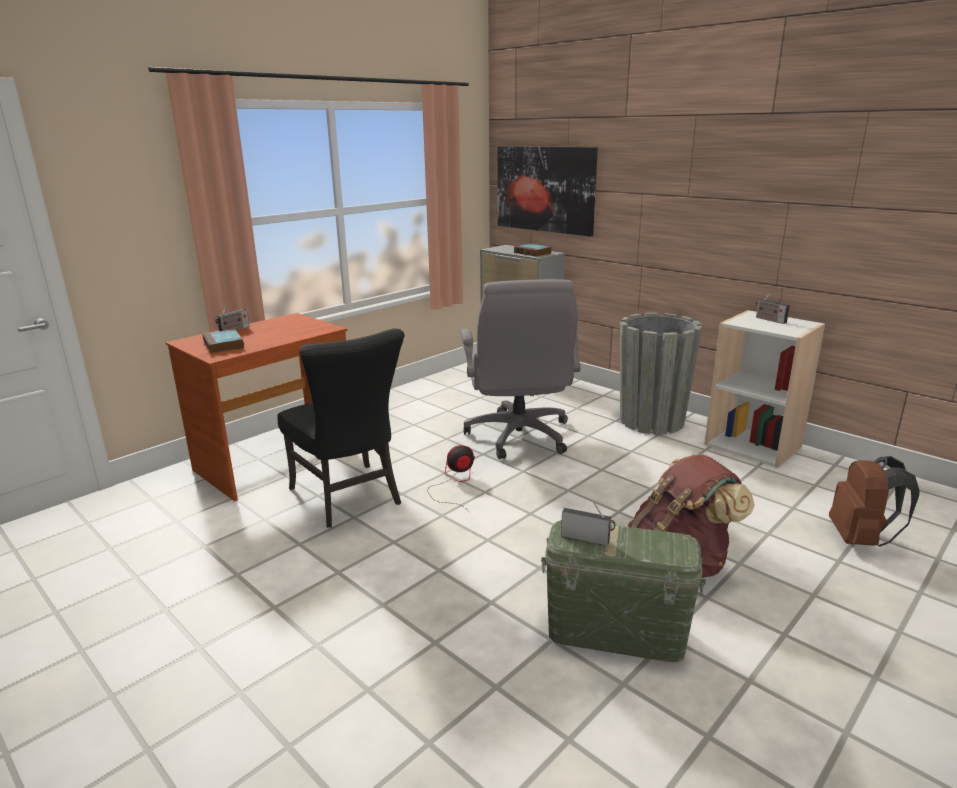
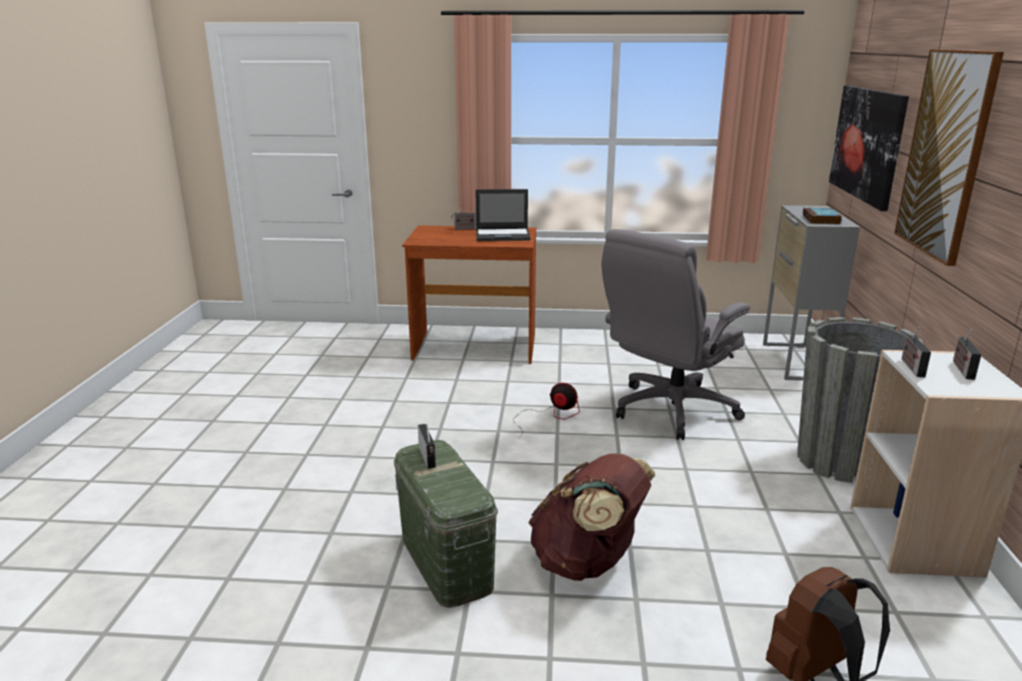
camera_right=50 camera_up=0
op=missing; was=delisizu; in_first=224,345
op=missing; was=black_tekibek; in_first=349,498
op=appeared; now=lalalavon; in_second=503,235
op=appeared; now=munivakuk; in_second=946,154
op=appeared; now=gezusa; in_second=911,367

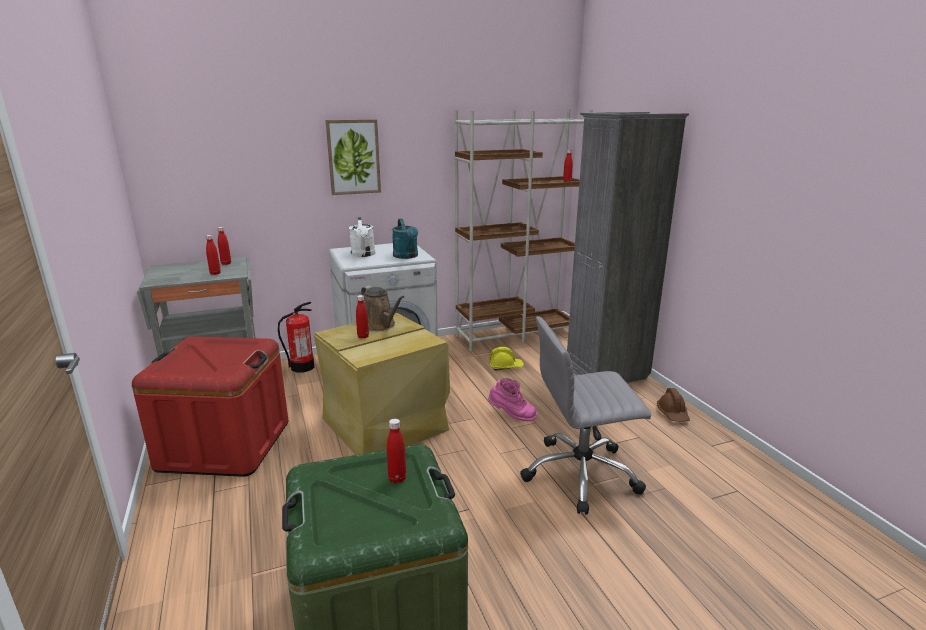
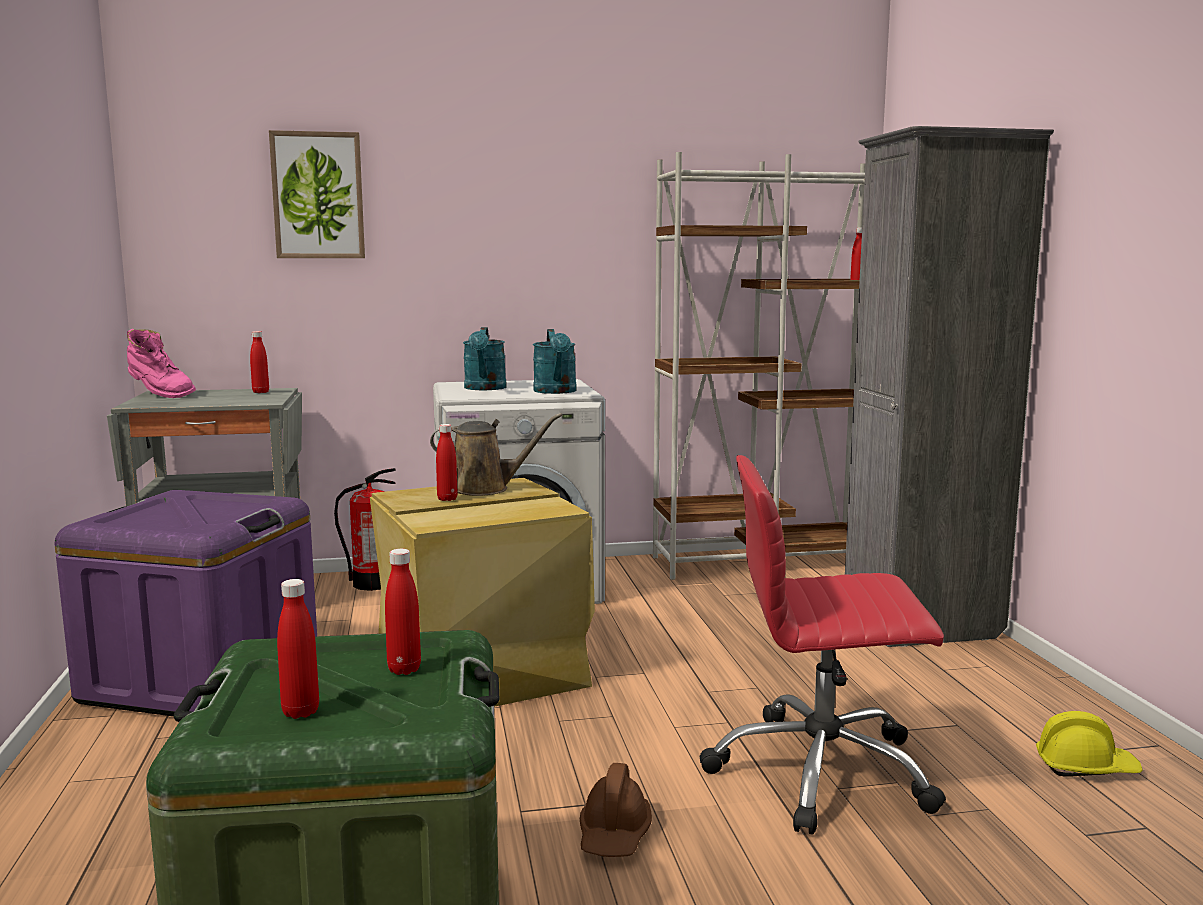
camera_right=10 camera_up=-10
op=colour; was=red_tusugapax; now=purple_tusugapax; in_first=225,445; in_second=202,677
op=relocated; was=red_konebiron; in_first=215,273; in_second=300,712
op=relocated; was=munivakuk; in_first=353,157; in_second=318,196
op=colour; was=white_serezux; now=turquoise_serezux; in_first=363,255; in_second=485,388
op=spun; was=brown_serezux; in_first=380,325; in_second=484,489; clockwise=-60
op=relocated; was=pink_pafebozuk; in_first=511,416; in_second=159,395
op=relocated; was=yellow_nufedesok; in_first=505,366; in_second=1085,767
op=colour; was=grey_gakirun; now=red_gakirun; in_first=580,474; in_second=819,772
op=relocated; was=brown_nufedesok; in_first=673,414; in_second=614,834

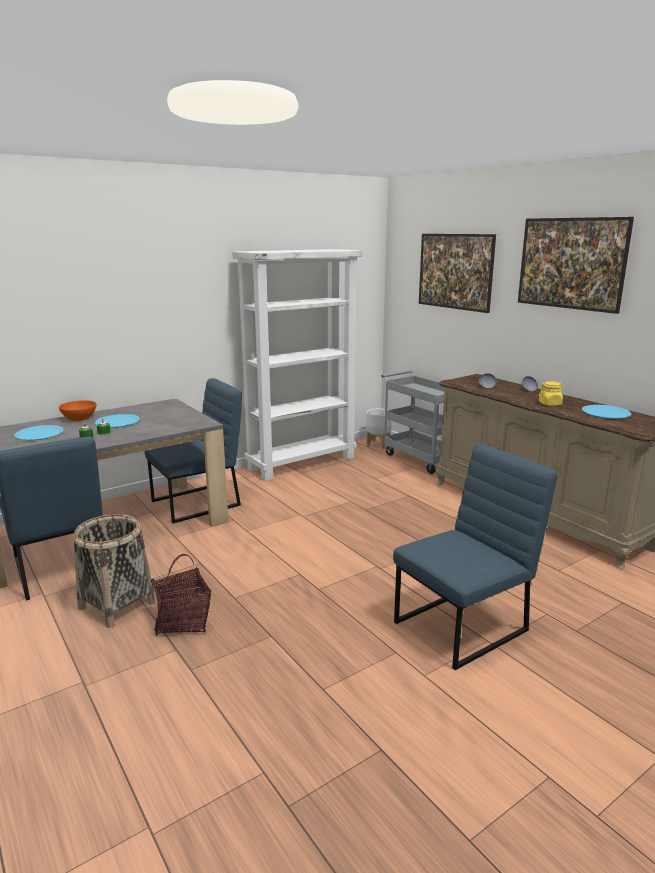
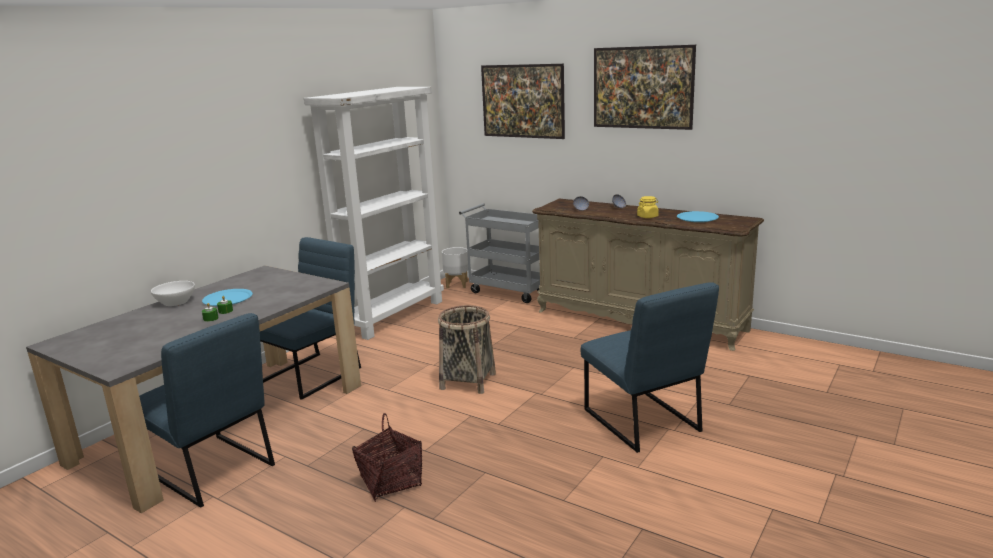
camera_right=-20 camera_up=0
op=missing; was=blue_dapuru; in_first=39,434
op=colour; was=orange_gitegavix; now=white_gitegavix; in_first=79,418; in_second=176,302
op=relocated; was=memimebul; in_first=116,605; in_second=468,381
op=spun; was=blue_tekibek; in_first=464,625; in_second=643,422; clockwise=120

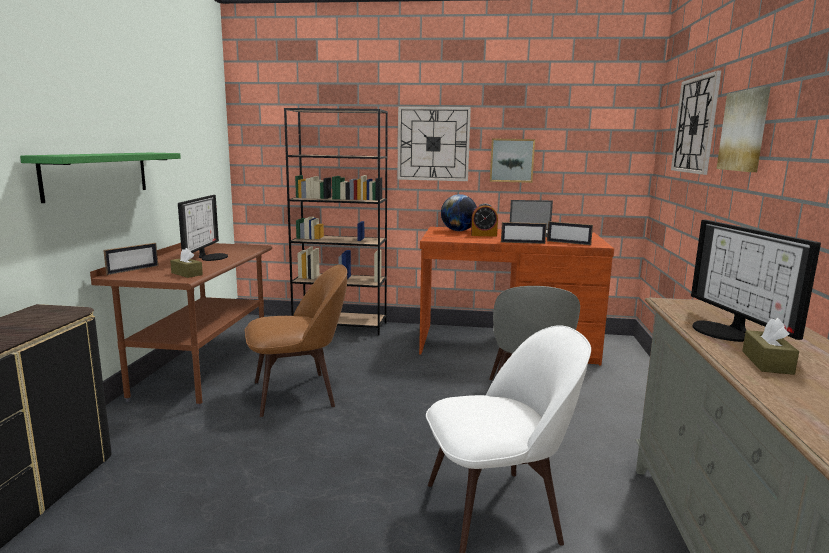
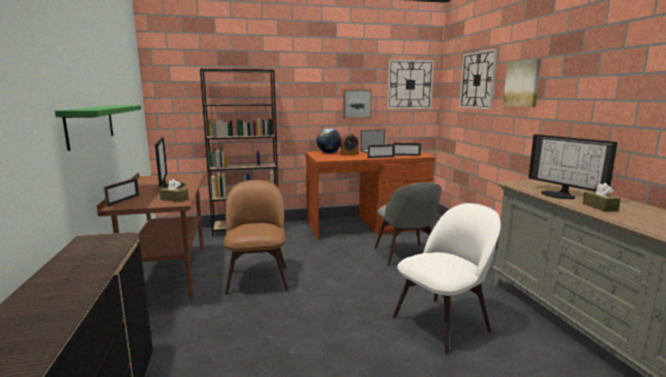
camera_right=-20 camera_up=0
op=spun; was=brown_tekibek; in_first=298,393; in_second=257,278; clockwise=-60
op=relocated; was=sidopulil; in_first=433,144; in_second=410,84

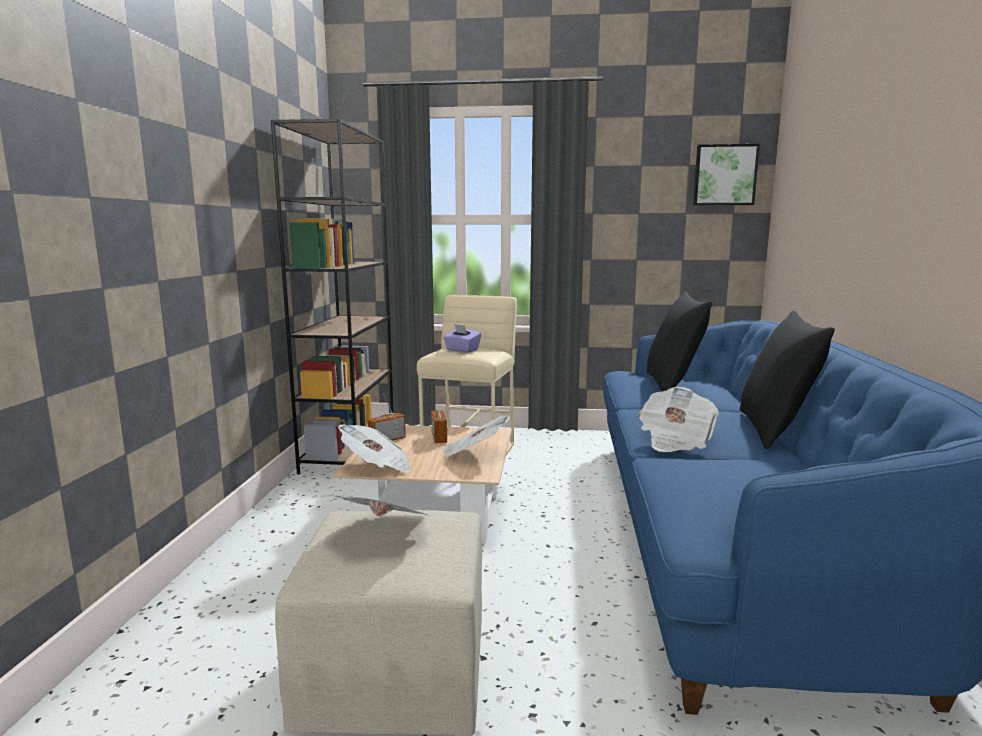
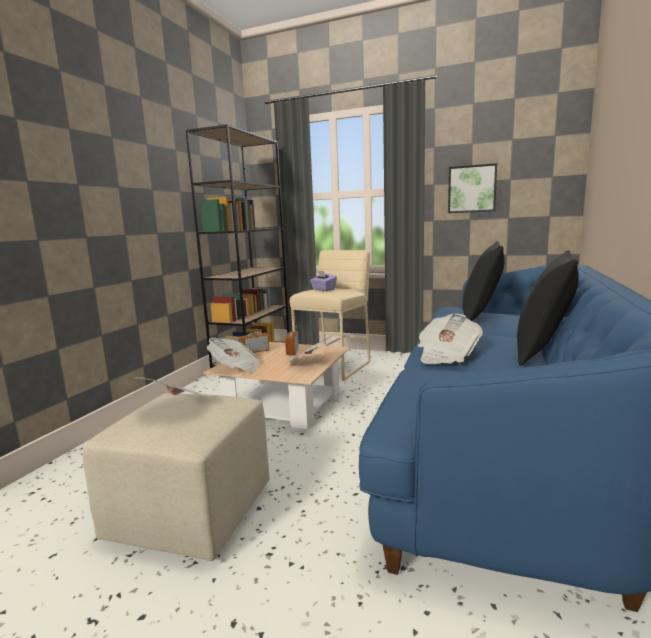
camera_right=15 camera_up=0
op=relocated; was=munivakuk; in_first=724,175; in_second=472,189

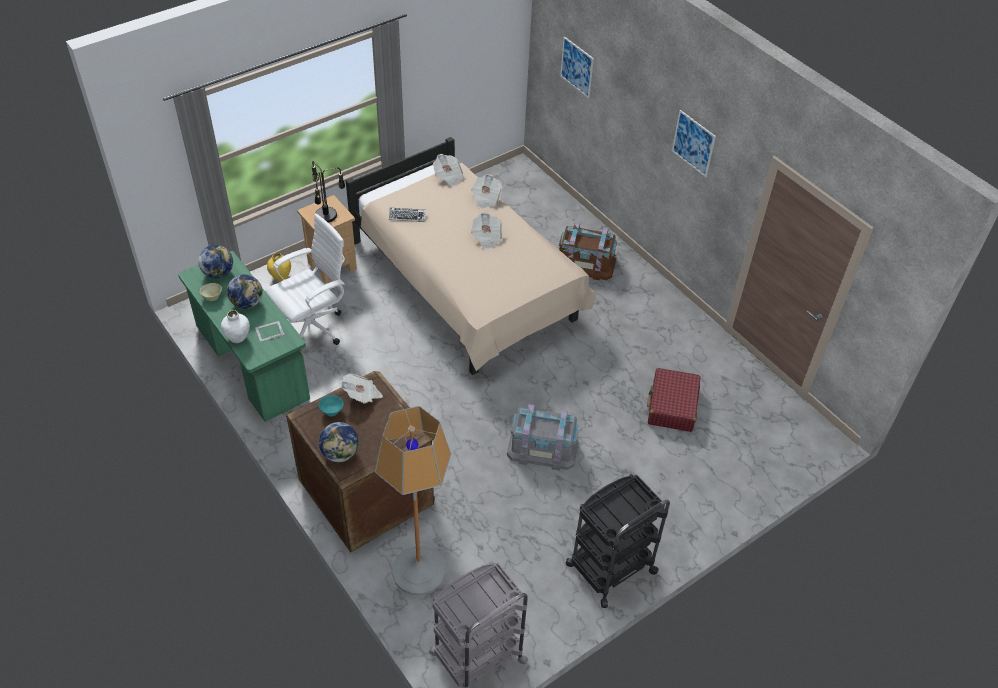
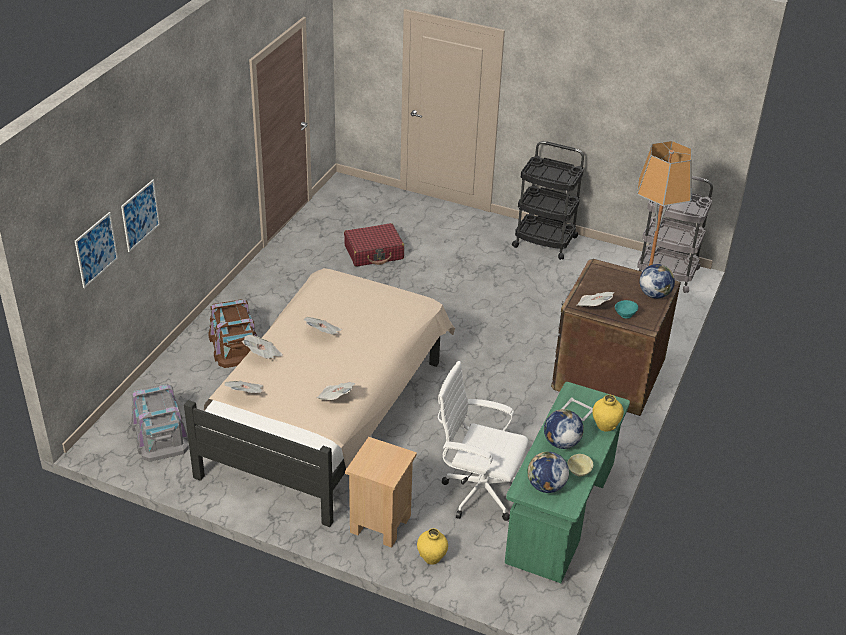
camera_right=-120 camera_up=-10
op=colour; was=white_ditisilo; now=yellow_ditisilo; in_first=238,338; in_second=605,426
op=missing; was=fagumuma; in_first=326,215
op=exchanged; was=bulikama; now=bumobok; in_first=407,216; in_second=335,398
op=relocated; was=grey_tusugapax; in_first=543,447; in_second=159,434
op=relocated; was=munivakuk; in_first=693,143; in_second=140,215

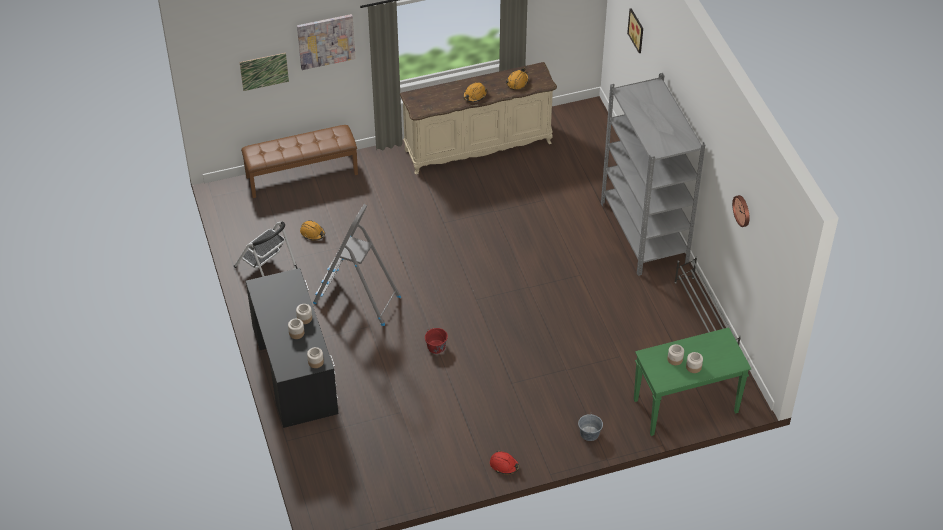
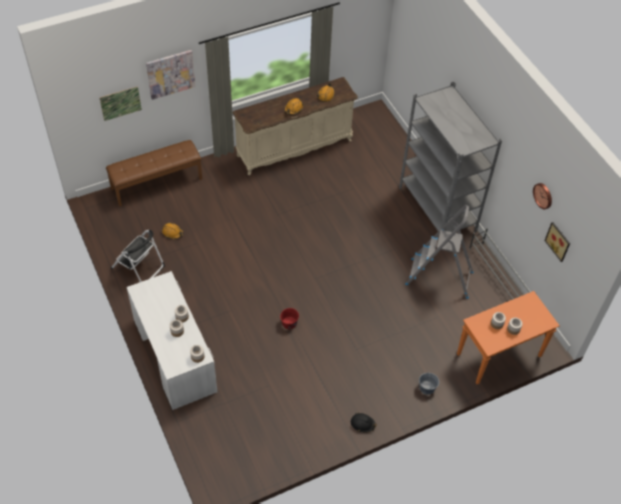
camera_right=-10 camera_up=5
op=colour; was=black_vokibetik; now=white_vokibetik; in_first=295,369; in_second=175,354
op=relocated; was=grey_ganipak; in_first=356,299; in_second=439,278
op=colour; was=red_nufedesok; now=black_nufedesok; in_first=504,465; in_second=362,424
op=relocated; was=munivakuk; in_first=637,30; in_second=558,241
op=colour; was=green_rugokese; now=orange_rugokese; in_first=685,407; in_second=498,356

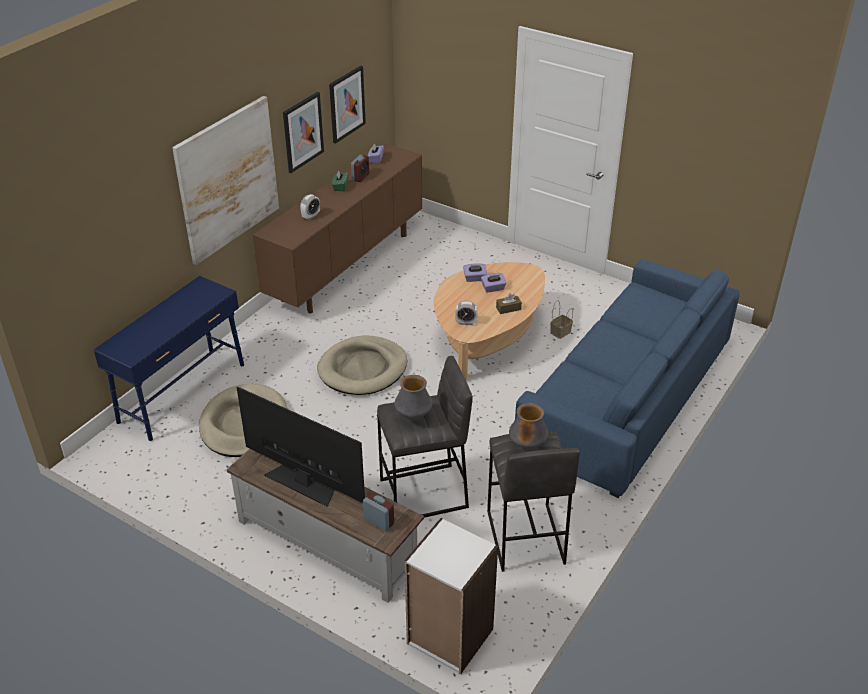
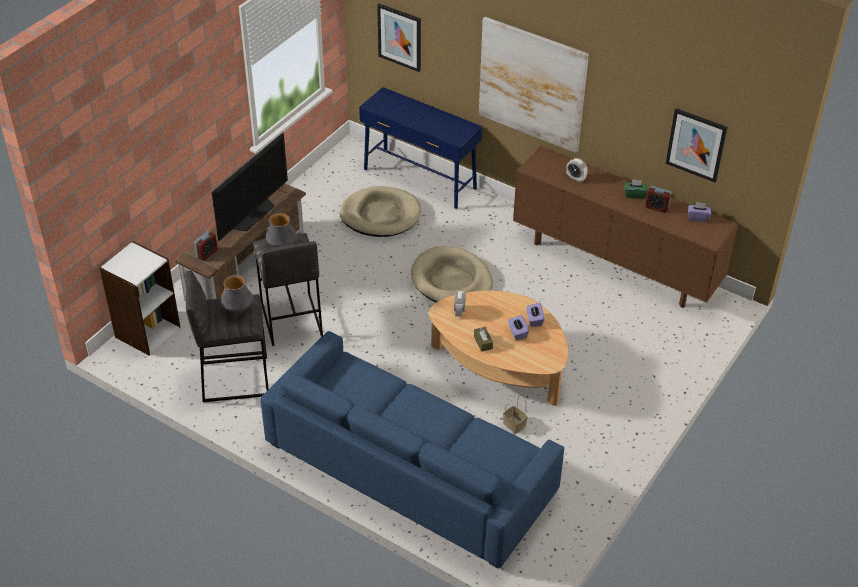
camera_right=90 camera_up=5
op=relocated; was=munivakuk; in_first=302,132; in_second=400,37

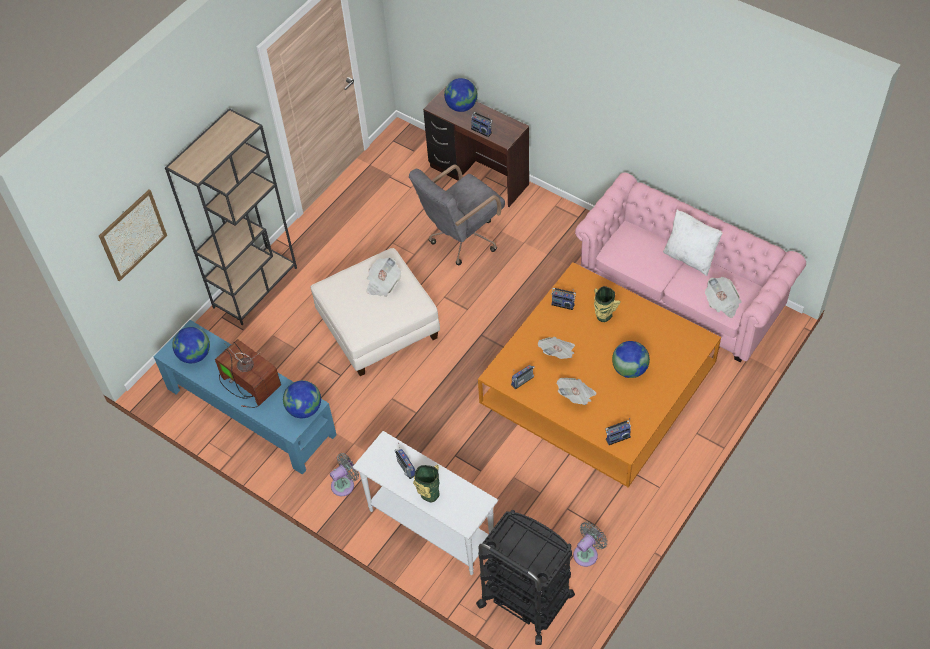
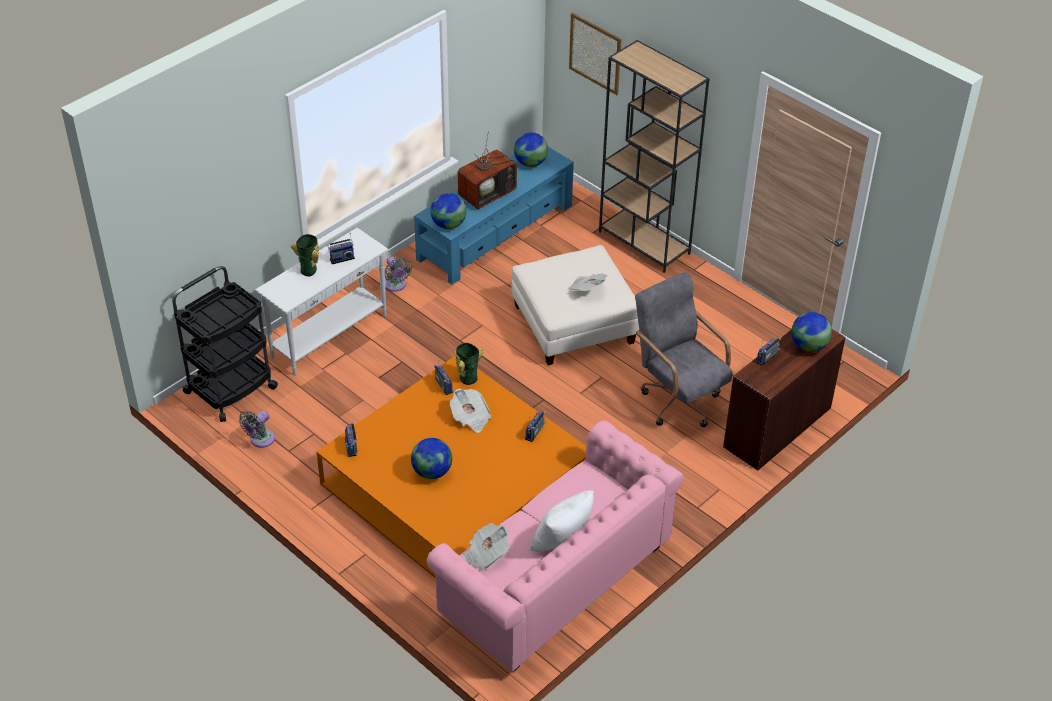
camera_right=95 camera_up=-10
op=missing; was=bumobok; in_first=576,396
op=spun; was=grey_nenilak; in_first=587,553; in_second=260,440; clockwise=75
op=relocated; was=ditisilo; in_first=603,316; in_second=467,377

